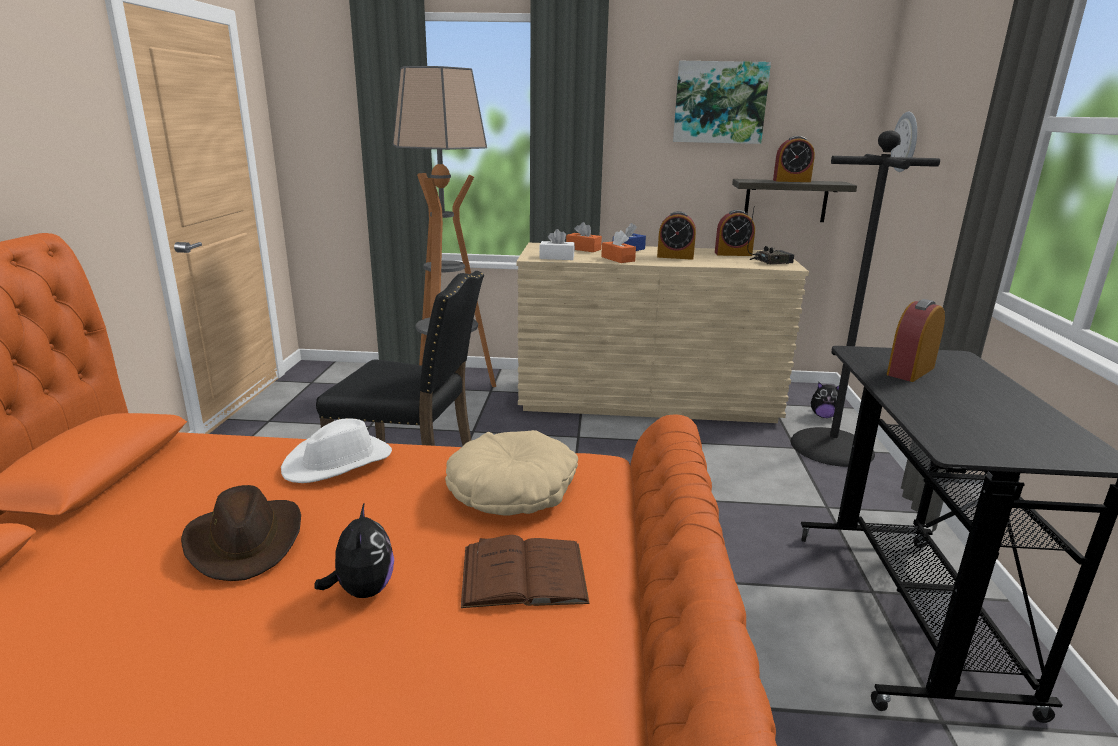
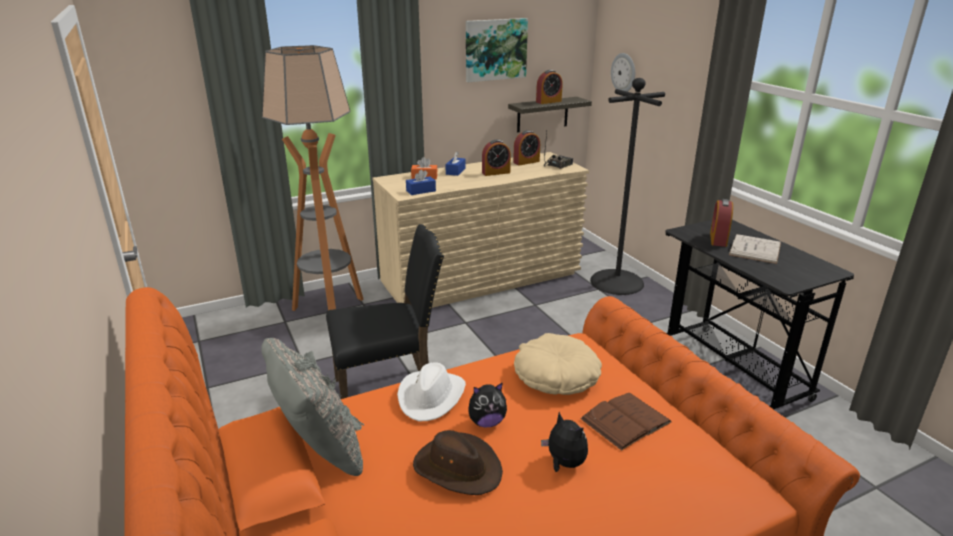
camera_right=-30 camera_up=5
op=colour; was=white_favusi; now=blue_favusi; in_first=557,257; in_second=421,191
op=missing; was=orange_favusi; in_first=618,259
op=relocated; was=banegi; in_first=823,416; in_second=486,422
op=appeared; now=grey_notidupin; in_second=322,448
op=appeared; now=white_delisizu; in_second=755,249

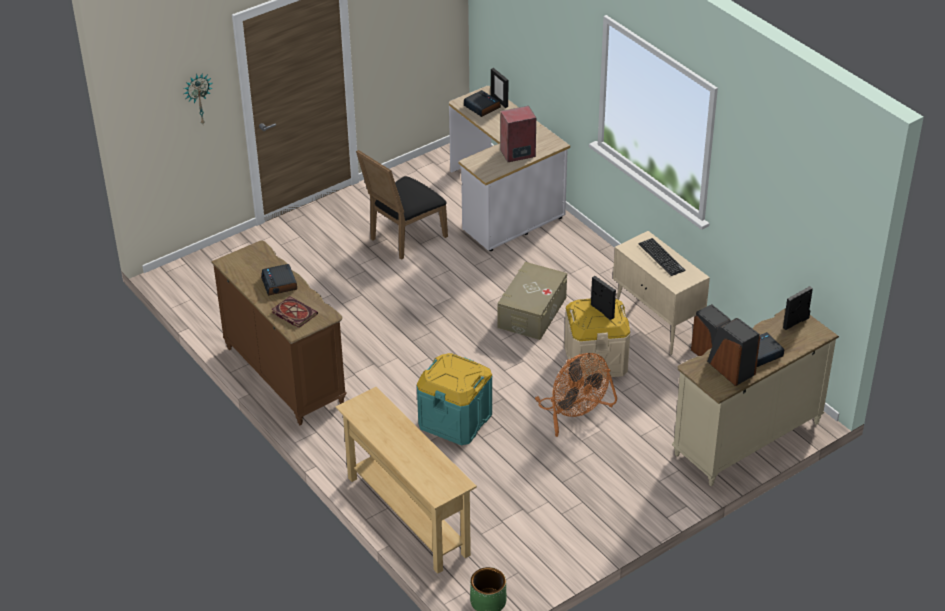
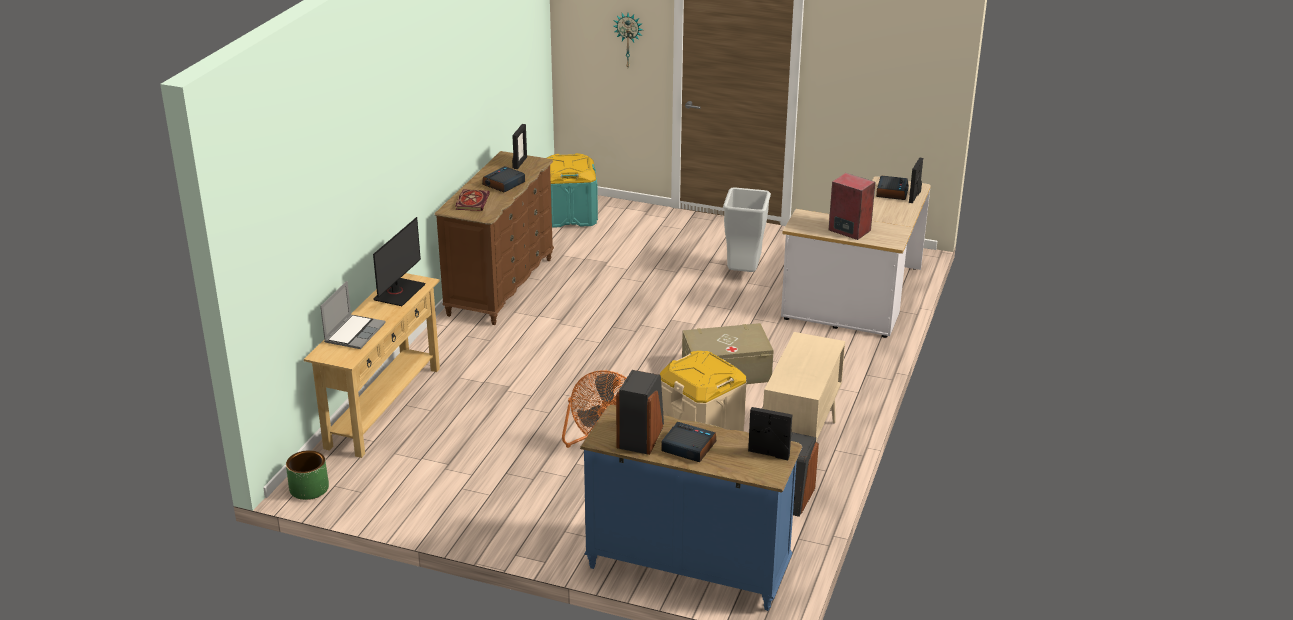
camera_right=55 camera_up=-10
op=exchanged; was=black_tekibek; now=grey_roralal; in_first=404,238; in_second=743,273
op=relocated; was=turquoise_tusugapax; in_first=455,420; in_second=569,215
op=relocated; was=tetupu; in_first=601,311; in_second=519,162
op=missing; was=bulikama; in_first=661,257
op=colour; was=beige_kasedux; now=blue_kasedux; in_first=746,439; in_second=687,567
op=appeared; now=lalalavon; in_second=354,333
op=appeared; now=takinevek; in_second=398,292

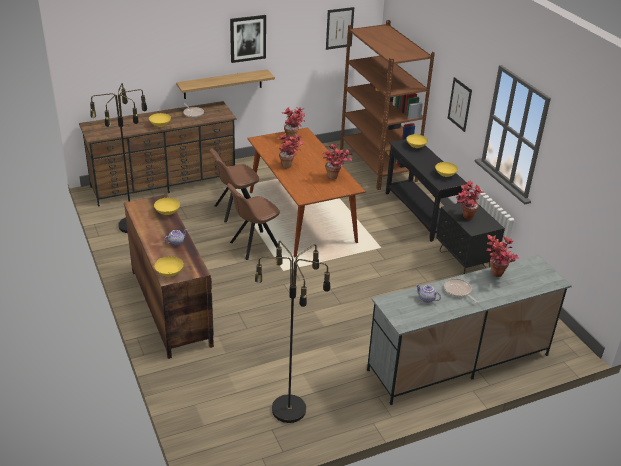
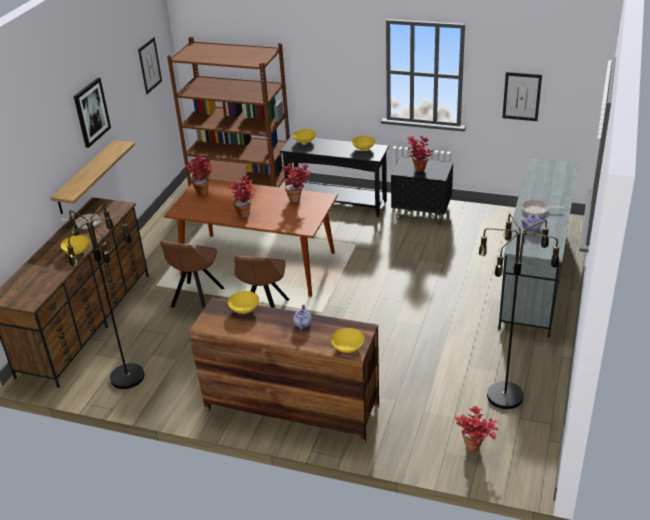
camera_right=-45 camera_up=0
op=relocated; was=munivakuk; in_first=459,104; in_second=521,96
op=relocated; was=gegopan; in_first=496,276; in_second=476,450

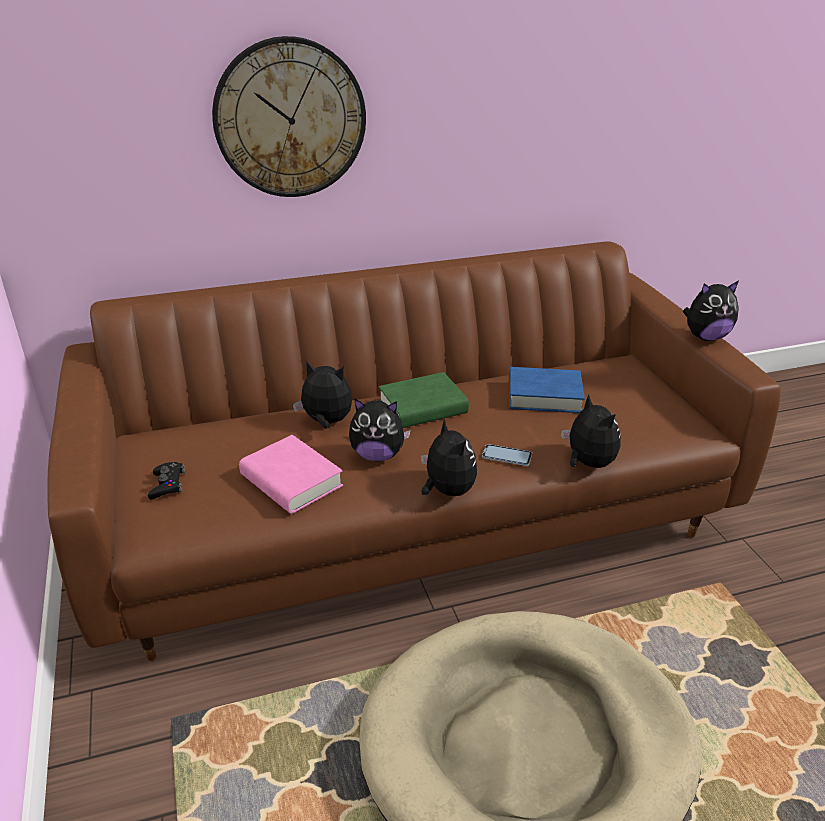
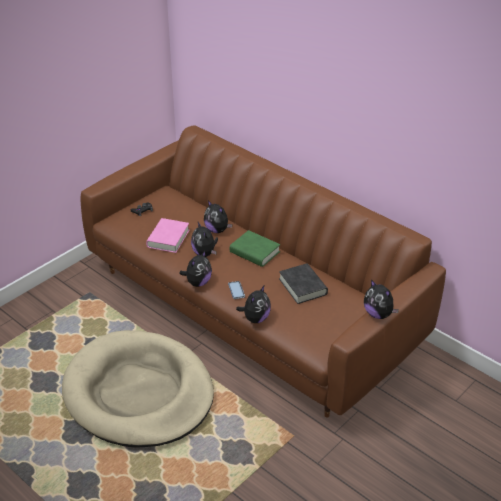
camera_right=60 camera_up=5
op=missing; was=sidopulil; in_first=290,119
op=spun; was=banegi; in_first=326,422; in_second=217,230; clockwise=150
op=colour; was=blue_delisizu; now=black_delisizu; in_first=544,395; in_second=302,286

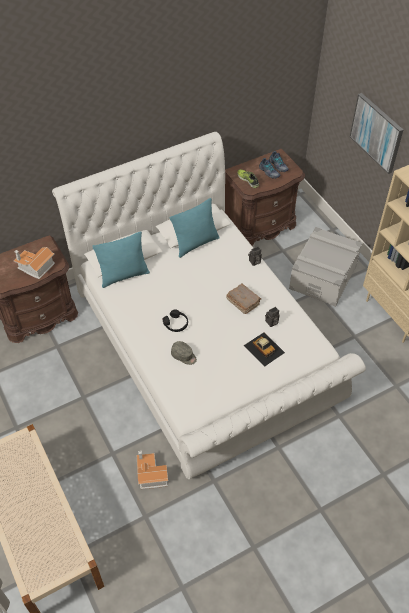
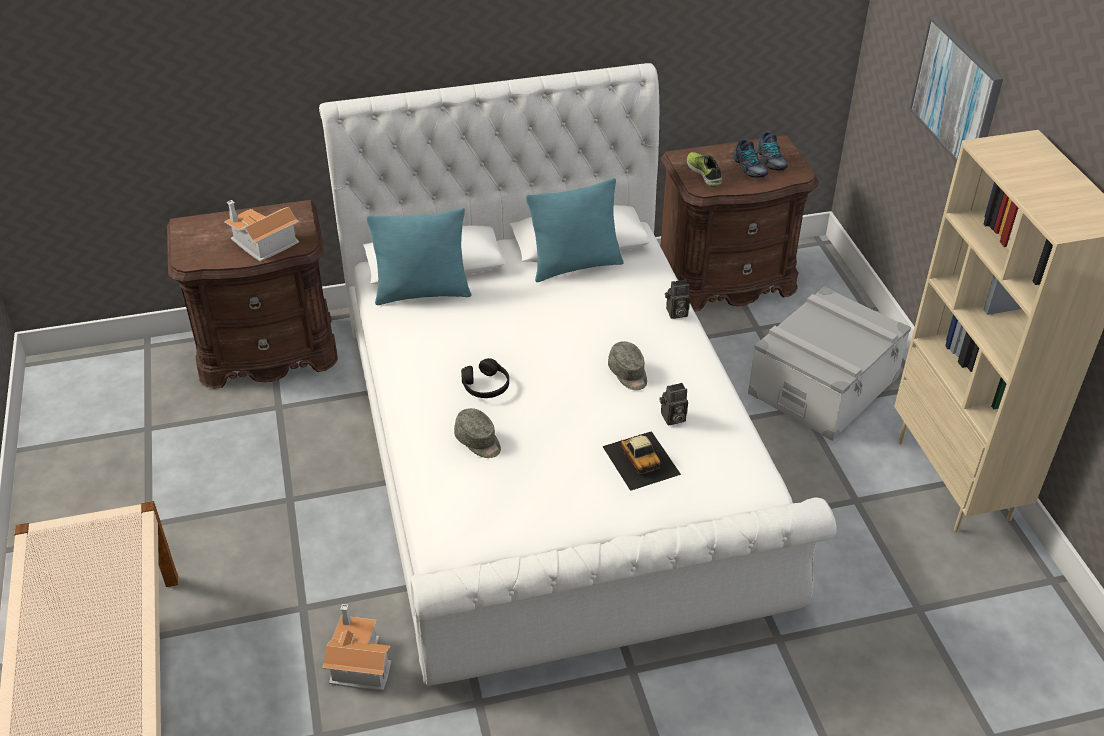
camera_right=15 camera_up=-10
op=exchanged; was=brown_delisizu; now=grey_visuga; in_first=243,302; in_second=628,374

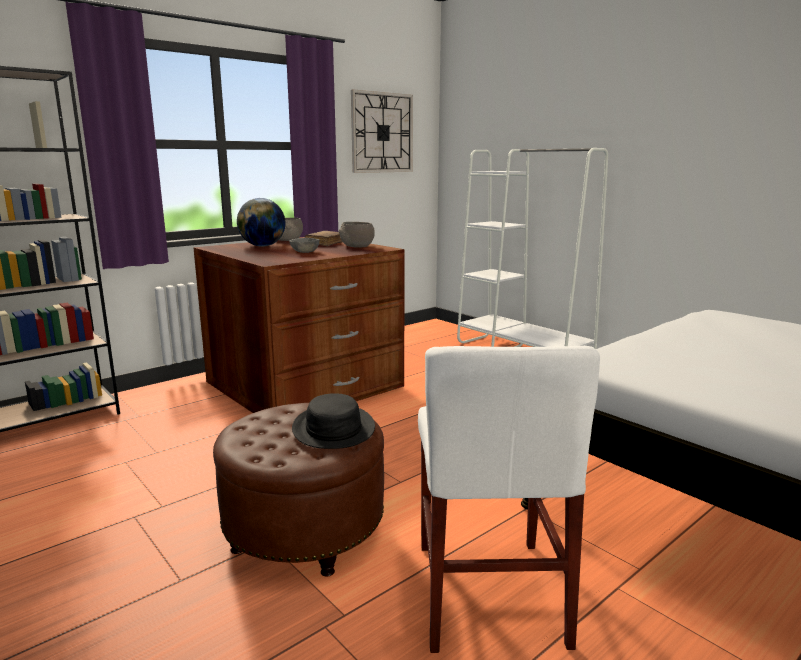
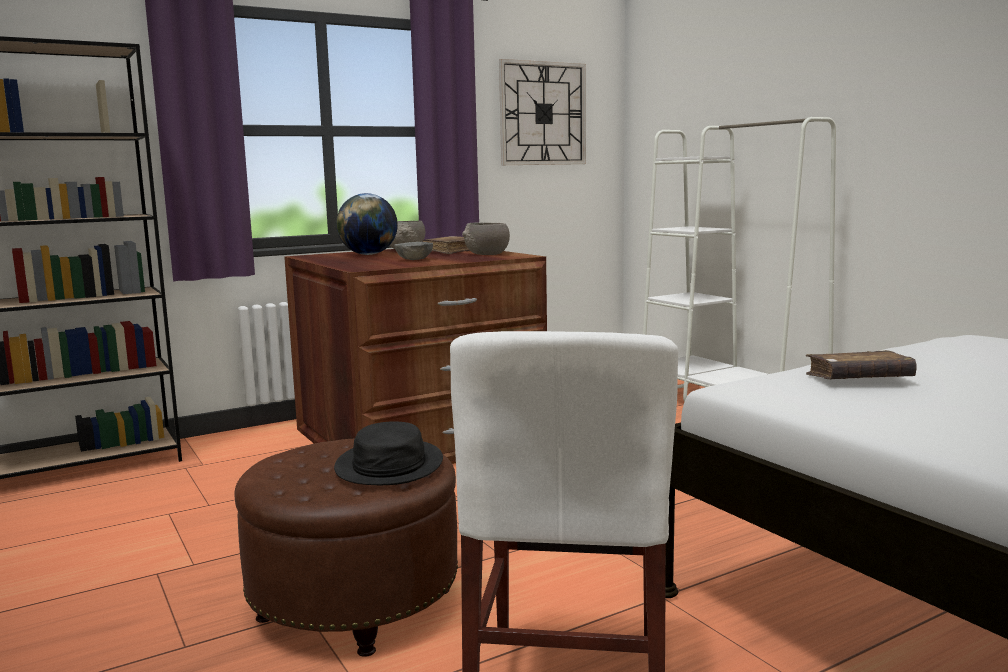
camera_right=10 camera_up=-5
op=appeared; now=brown_delisizu; in_second=859,379

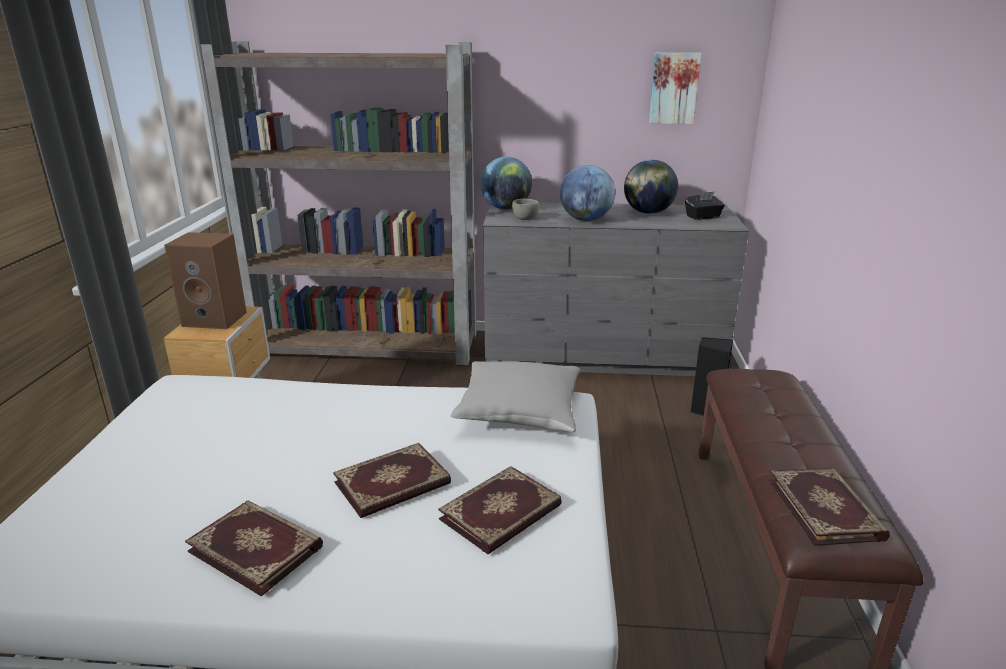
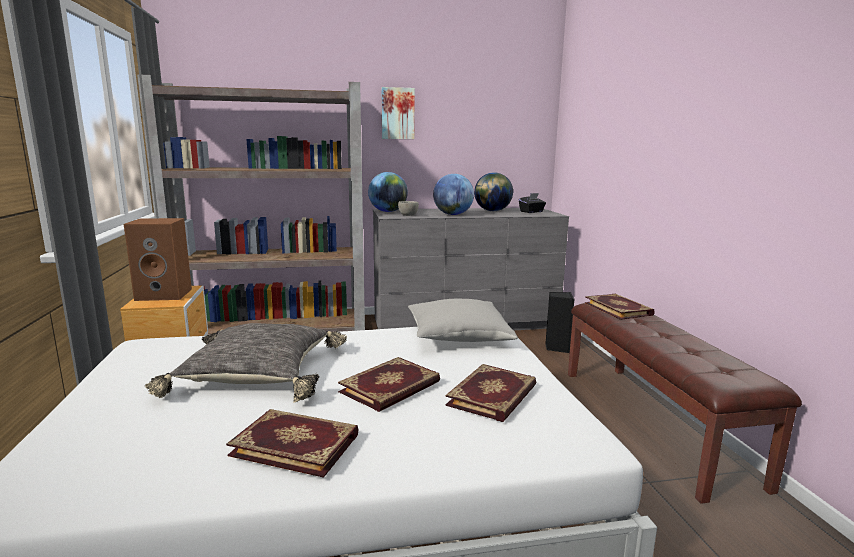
camera_right=-15 camera_up=-10
op=relocated; was=munivakuk; in_first=674,88; in_second=397,113
op=relocated; was=delisizu; in_first=826,509; in_second=618,309
op=appeared; now=notidupin; in_second=258,371

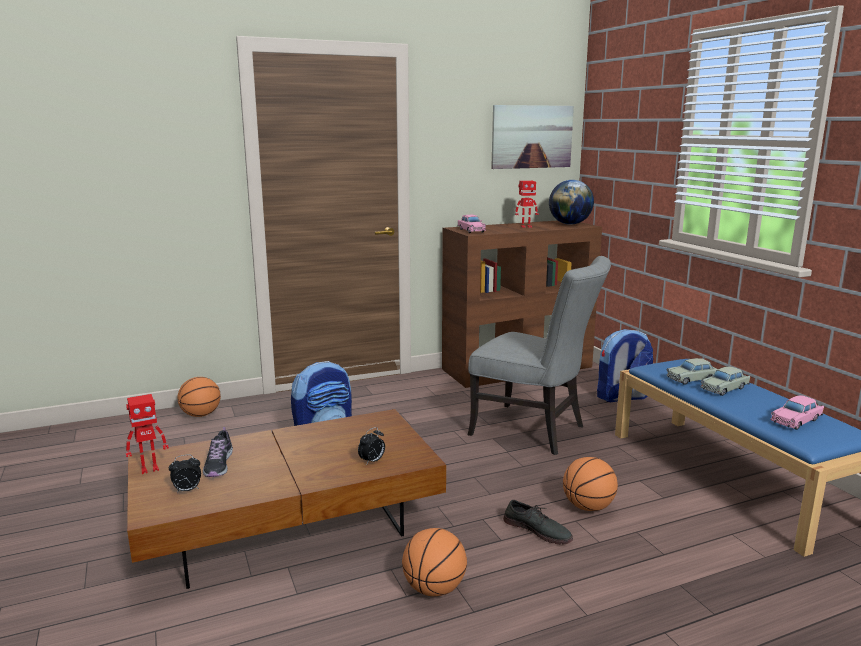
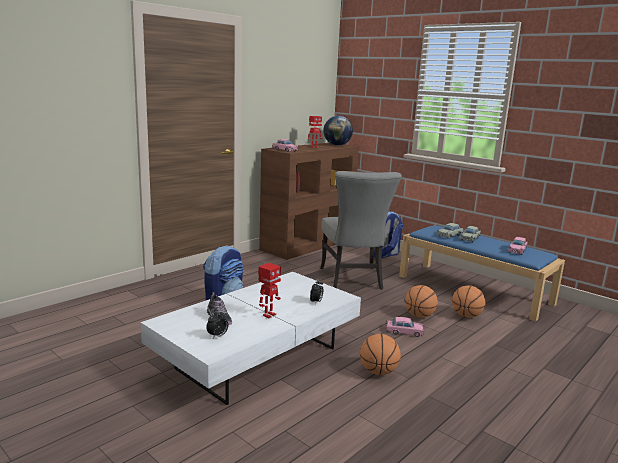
camera_right=-25 camera_up=0
op=relocated; was=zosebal; in_first=149,469; in_second=268,315
op=colour; was=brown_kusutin; now=white_kusutin; in_first=289,528; in_second=257,358
op=relocated; was=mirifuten; in_first=201,415; in_second=466,316
op=spun; was=grey_tekibek; in_first=534,431; in_second=353,280; clockwise=75
op=missing; was=munivakuk; in_first=532,137
op=exchanged; was=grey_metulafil; now=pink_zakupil; in_first=537,530; in_second=404,332

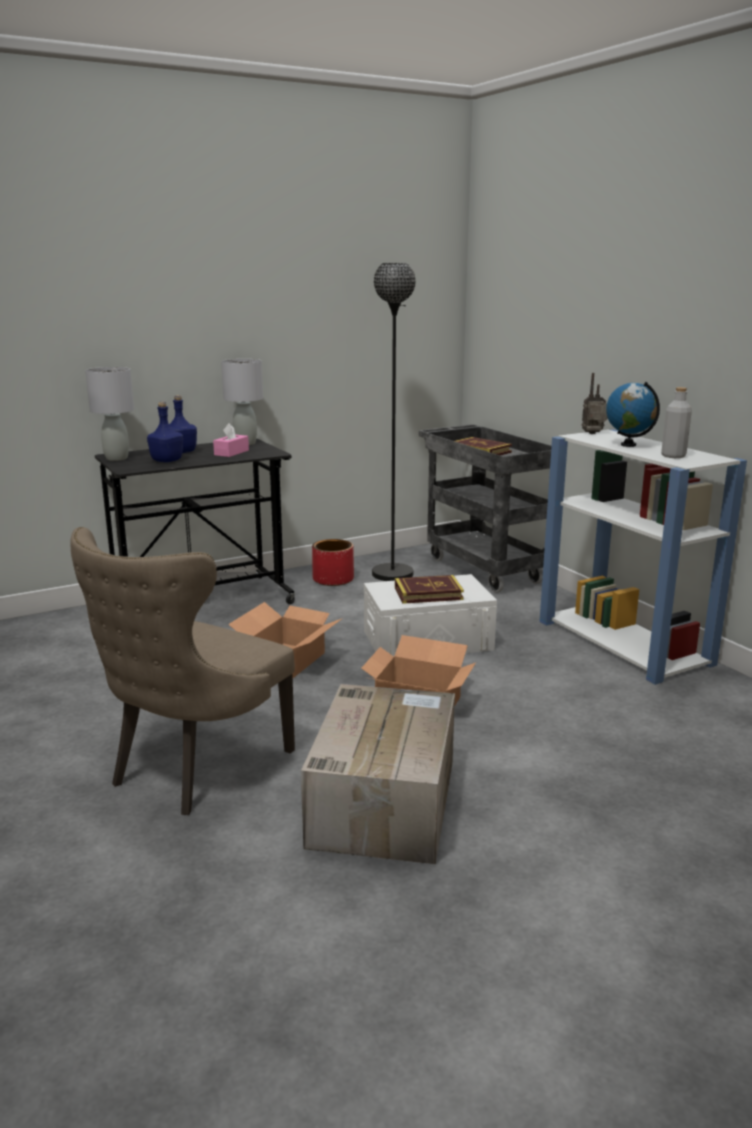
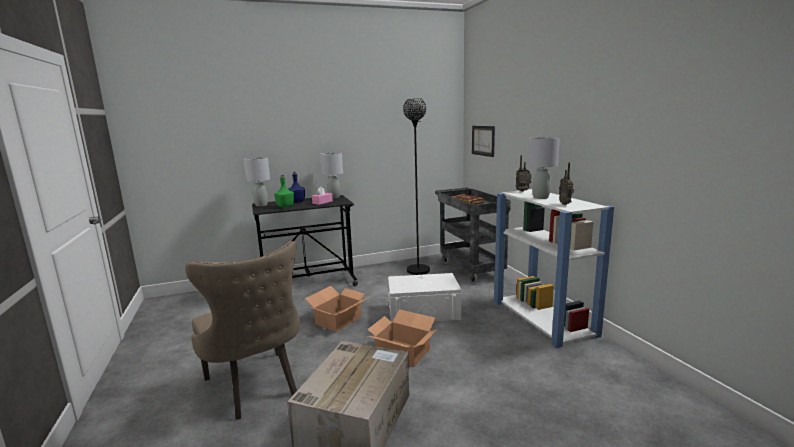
camera_right=10 camera_up=-5
op=spun; was=beige_tekibek; in_first=194,767; in_second=256,386; clockwise=-75
op=colour; was=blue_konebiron; now=green_konebiron; in_first=166,461; in_second=285,206
op=missing; was=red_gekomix; in_first=333,579
op=missing; was=delisizu; in_first=428,593
op=exchanged; was=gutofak; now=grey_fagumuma; in_first=628,445; in_second=540,197
op=exchanged; was=grey_konebiron; now=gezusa; in_first=673,456; in_second=565,204
op=appeared; now=munivakuk; in_second=483,140

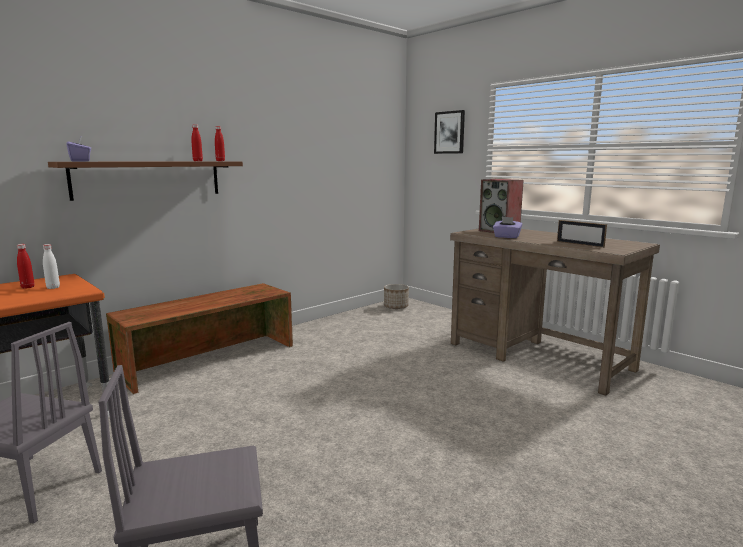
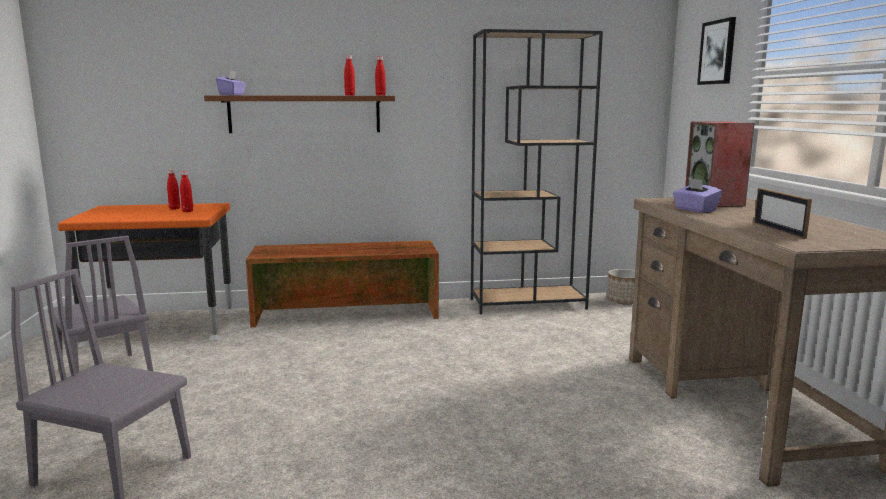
camera_right=35 camera_up=0
op=colour; was=white_konebiron; now=red_konebiron; in_first=53,287; in_second=187,211
op=appeared; now=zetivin; in_second=528,304

